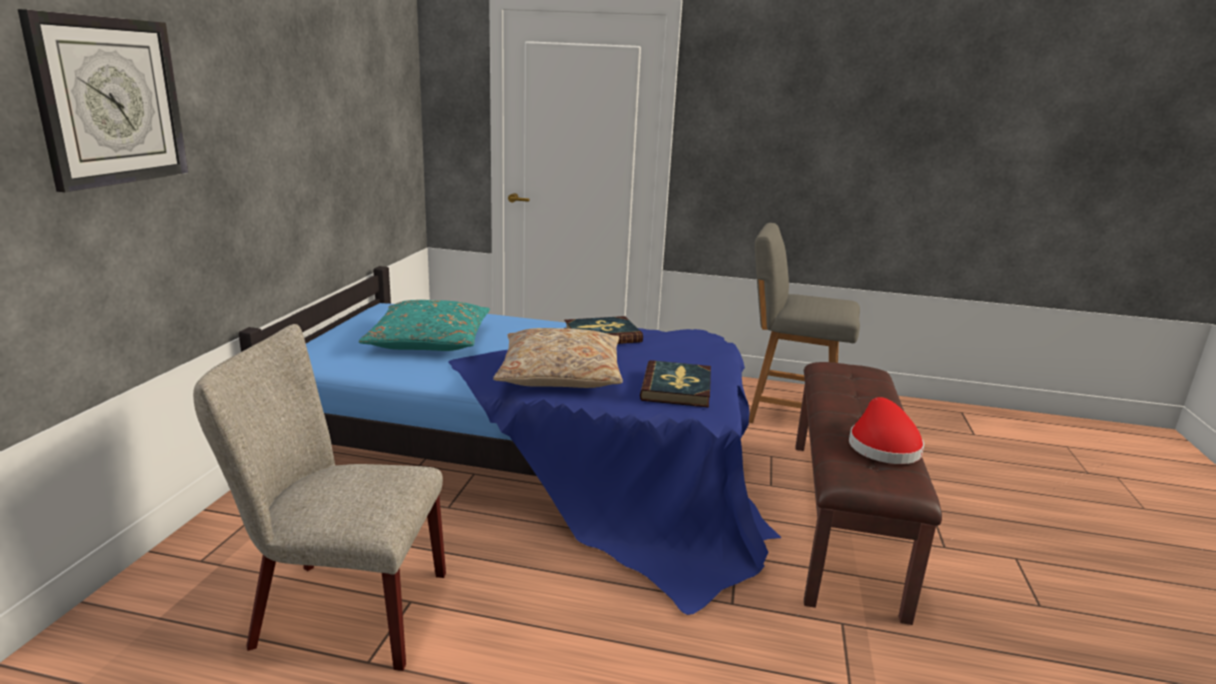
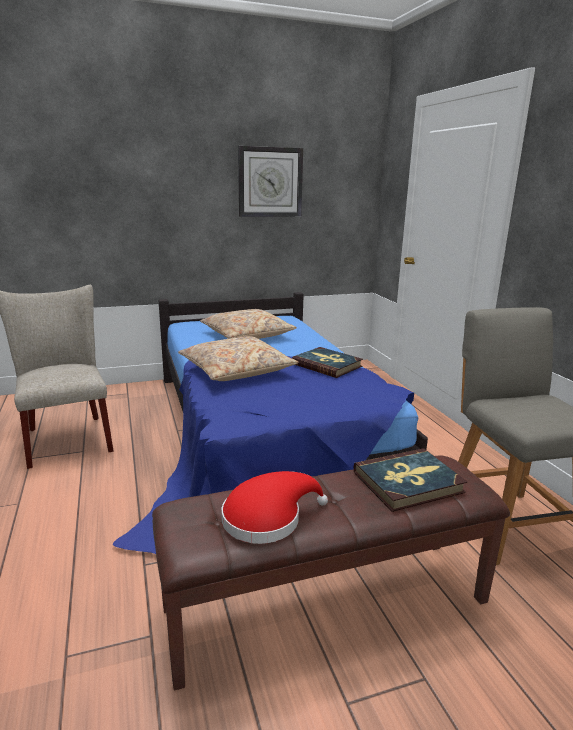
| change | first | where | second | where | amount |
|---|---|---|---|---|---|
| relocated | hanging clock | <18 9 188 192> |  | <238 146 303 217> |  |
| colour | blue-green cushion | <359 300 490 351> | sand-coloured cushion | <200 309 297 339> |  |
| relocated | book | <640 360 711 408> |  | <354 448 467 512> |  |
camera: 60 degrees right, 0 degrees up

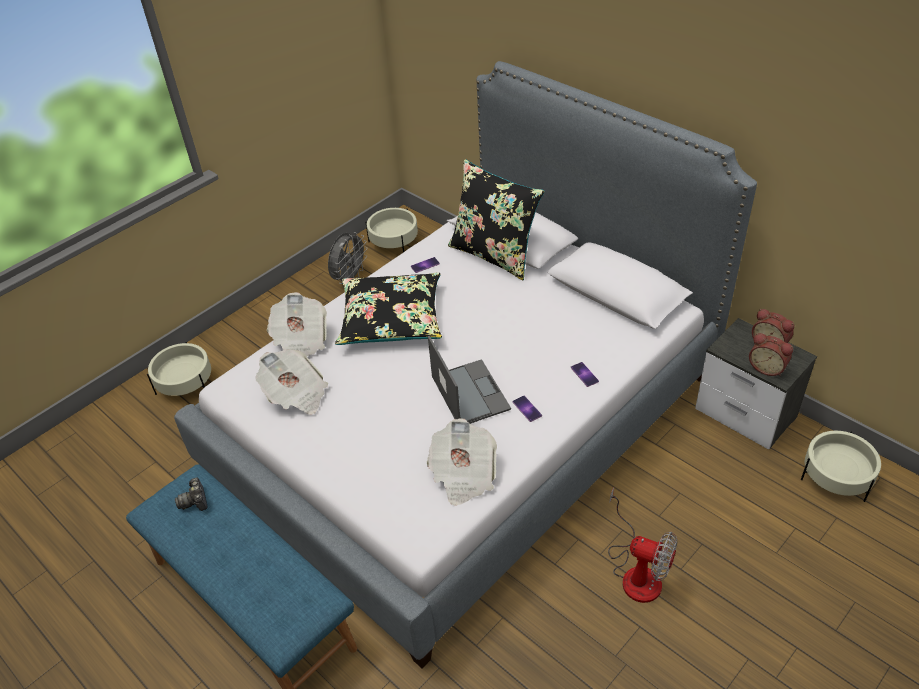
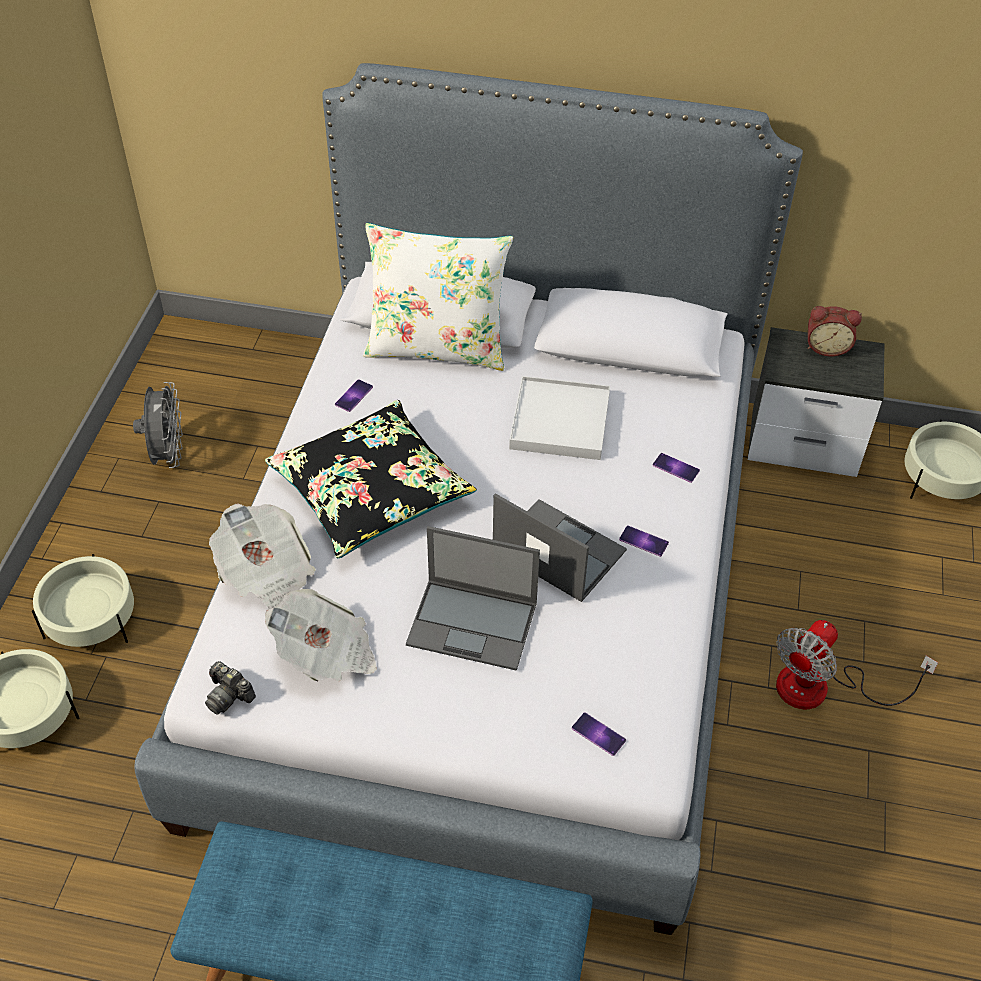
| change | first | where | second | where | amount |
|---|---|---|---|---|---|
| colour | blackish cushion | <448 159 545 280> | white cushion | <363 223 513 371> |  |
| relocated | sand-coloured planter | <365 208 418 252> |  | <32 554 134 647> |  |
| missing | table clock | <749 333 793 376> |  |  |  |
| missing | printed paper | <427 419 497 506> |  |  |  |
| relocated | photo camera | <175 477 207 511> |  | <205 661 256 715> |  |
| spun | cooling fan | <608 487 677 603> |  | <776 620 938 709> | 135 degrees clockwise |
| appeared |  |  | white tray | <509 376 610 460> |  |
| appeared |  |  | laptop | <406 526 540 671> |  |
| appeared |  |  | telephone | <572 712 626 756> |  |
camera: 35 degrees left, 5 degrees up

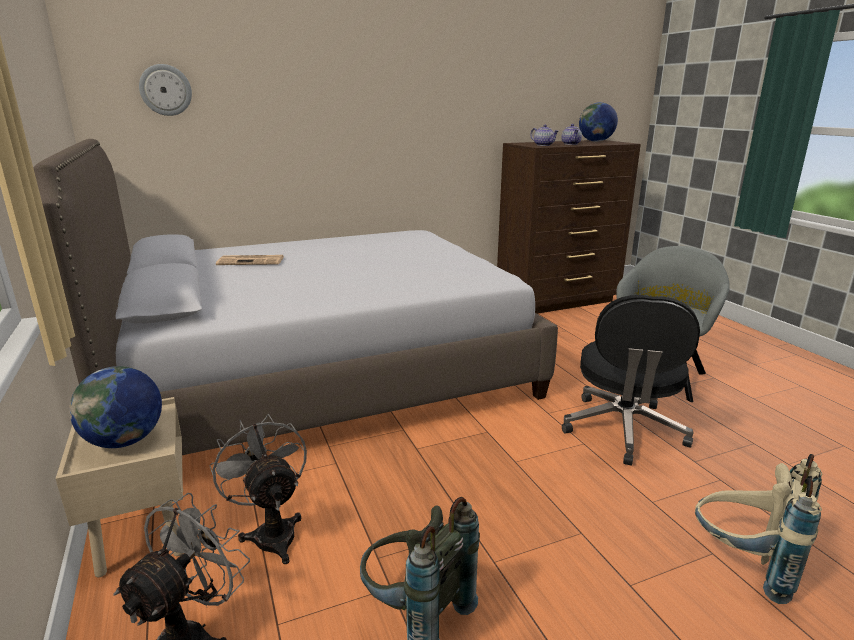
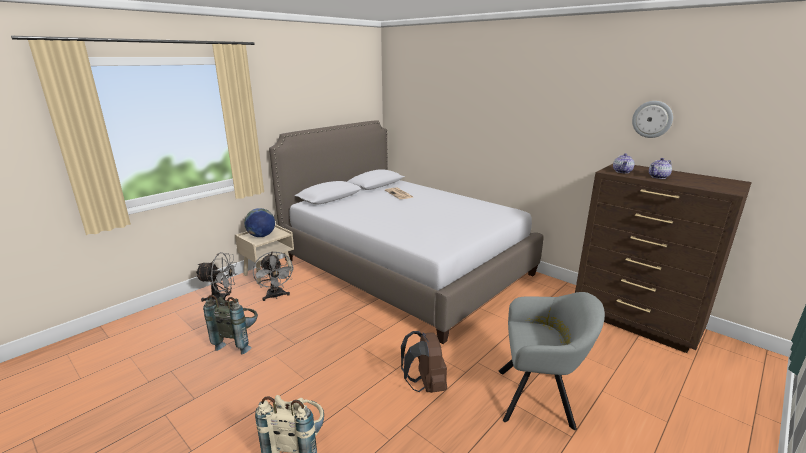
| change | first | where | second | where | amount |
|---|---|---|---|---|---|
| relocated | hanging clock | <139 64 192 116> |  | <632 101 673 138> |  |
| missing | globe | <579 102 618 142> |  |  |  |
| exchanged | blackish computer chair | <562 295 700 466> | brownish backpack | <401 331 447 393> |  |
| spun | gray cooling fan | <209 414 307 564> |  | <253 252 294 301> | 120 degrees clockwise |
camera: 65 degrees right, 0 degrees up

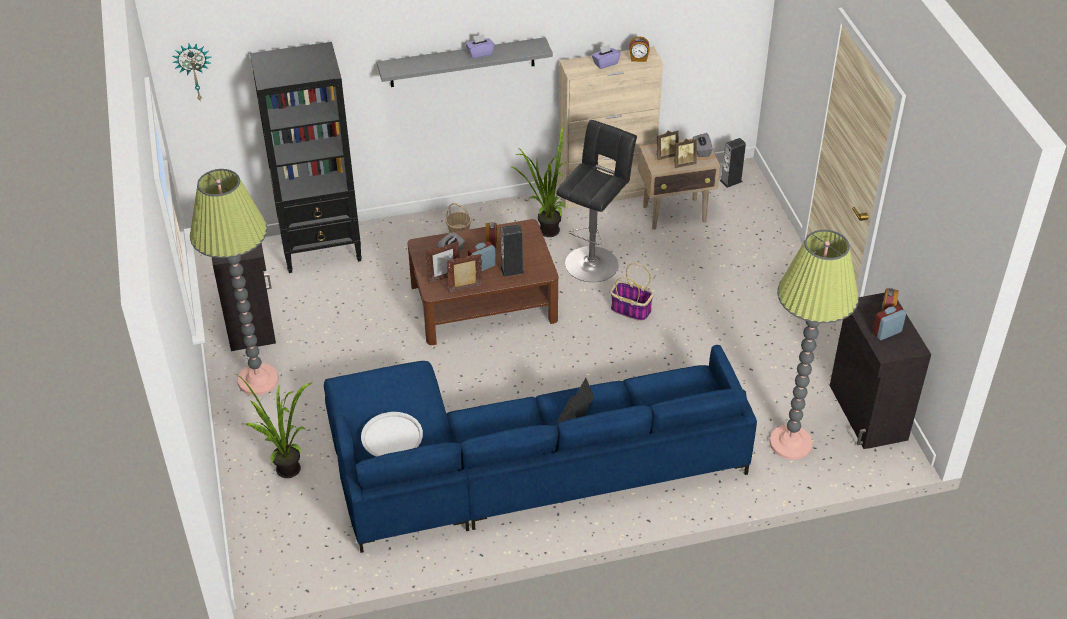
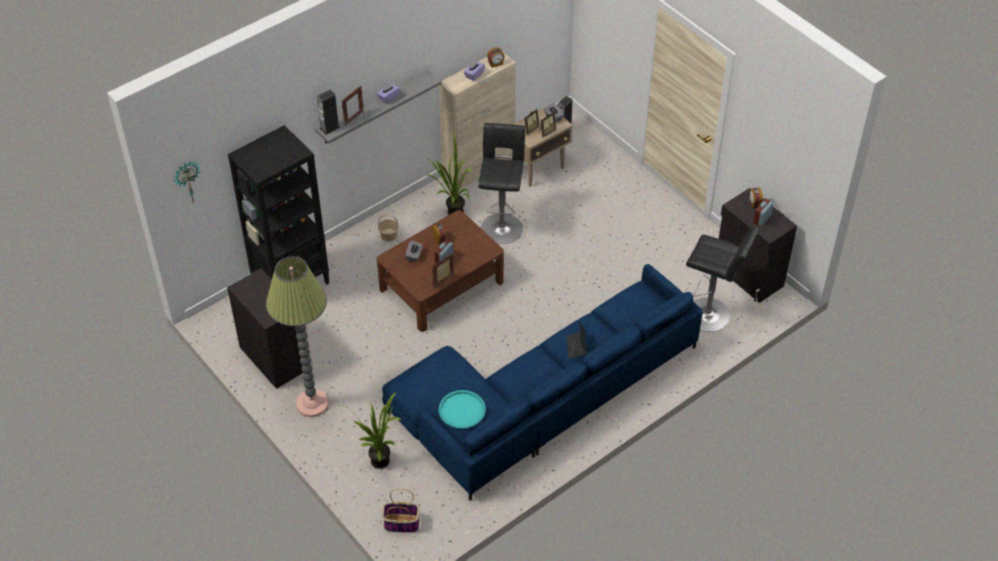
| change | first | where | second | where | amount |
|---|---|---|---|---|---|
| relocated | audio speaker | <500 224 524 277> |  | <317 90 340 135> |  |
| exchanged | standing lamp | <769 230 859 460> | blackish stool | <686 227 760 332> |  |
| relocated | photo frame | <425 241 460 284> |  | <341 86 364 126> |  |
| relocated | storage basket | <611 263 653 321> |  | <382 488 420 533> |  |
| colour | white tray | <361 412 423 457> | blue-green tray | <439 390 486 429> |  |
camera: 25 degrees left, 5 degrees up

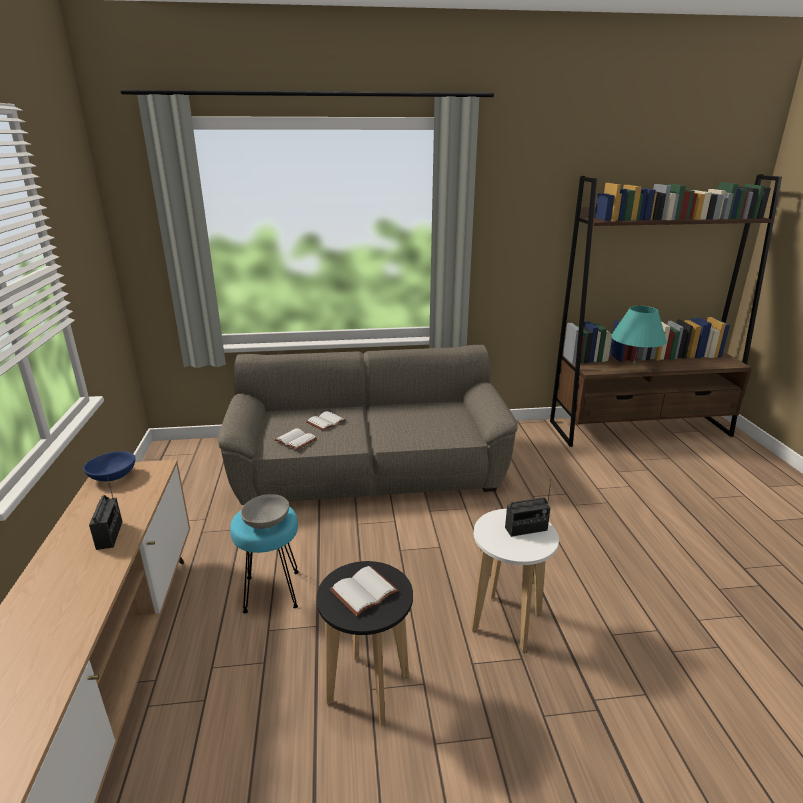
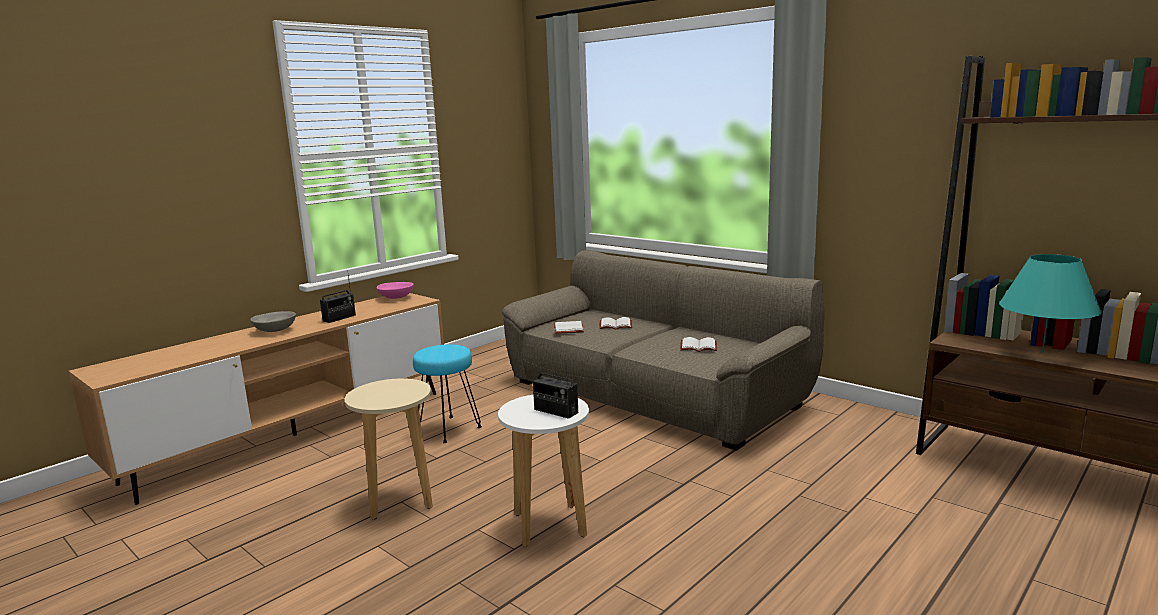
| change | first | where | second | where | amount |
|---|---|---|---|---|---|
| colour | blue deep dish | <83 451 135 481> | pinkish deep dish | <377 282 414 299> |  |
| relocated | gray deep dish | <241 494 289 529> |  | <250 311 296 332> |  |
| colour | blackish stool | <316 561 413 726> | sand-coloured stool | <344 378 433 520> |  |
| relocated | white book | <329 566 399 616> |  | <680 337 717 352> |  |
camera: 50 degrees right, 10 degrees down

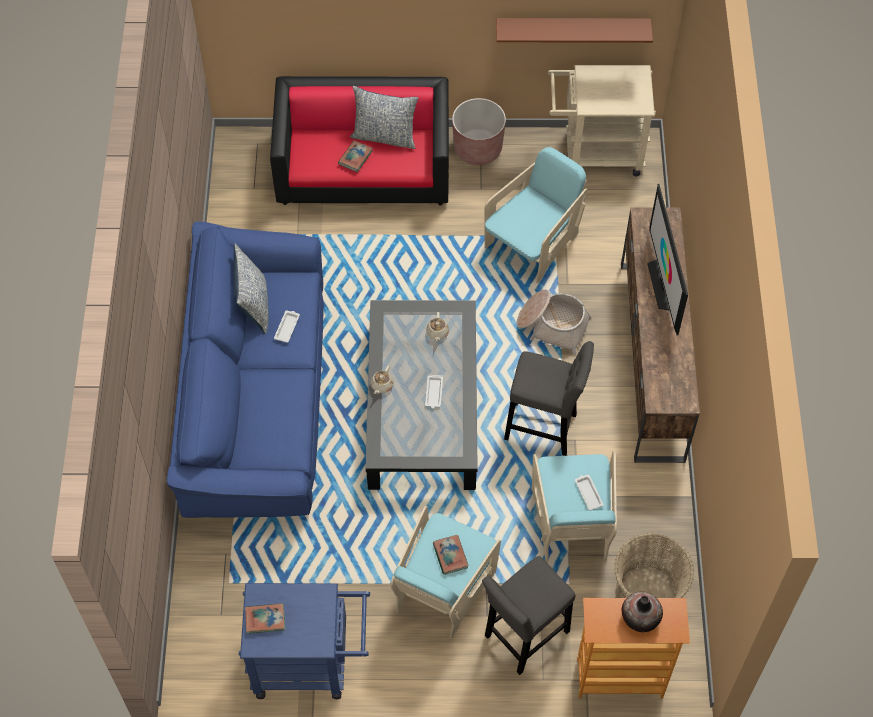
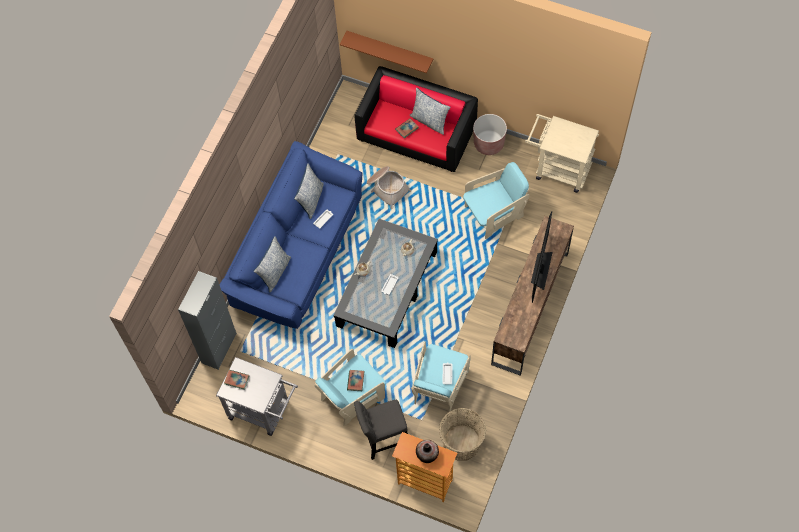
| change | first | where | second | where | amount |
|---|---|---|---|---|---|
| relocated | brownish bracket shelf | <496 18 653 43> |  | <340 31 433 73> |  |
| relocated | storage basket | <517 290 591 355> |  | <367 166 411 209> |  |
| missing | gray stool | <504 341 594 456> |  |  |  |
| colour | blue trolley | <239 583 370 699> | gray trolley | <216 357 298 436> |  |
| appeared |  |  | cushion | <253 236 291 293> |  |
| appeared |  |  | gray cabinet | <178 271 237 370> |  |
camera: 25 degrees right, 5 degrees up

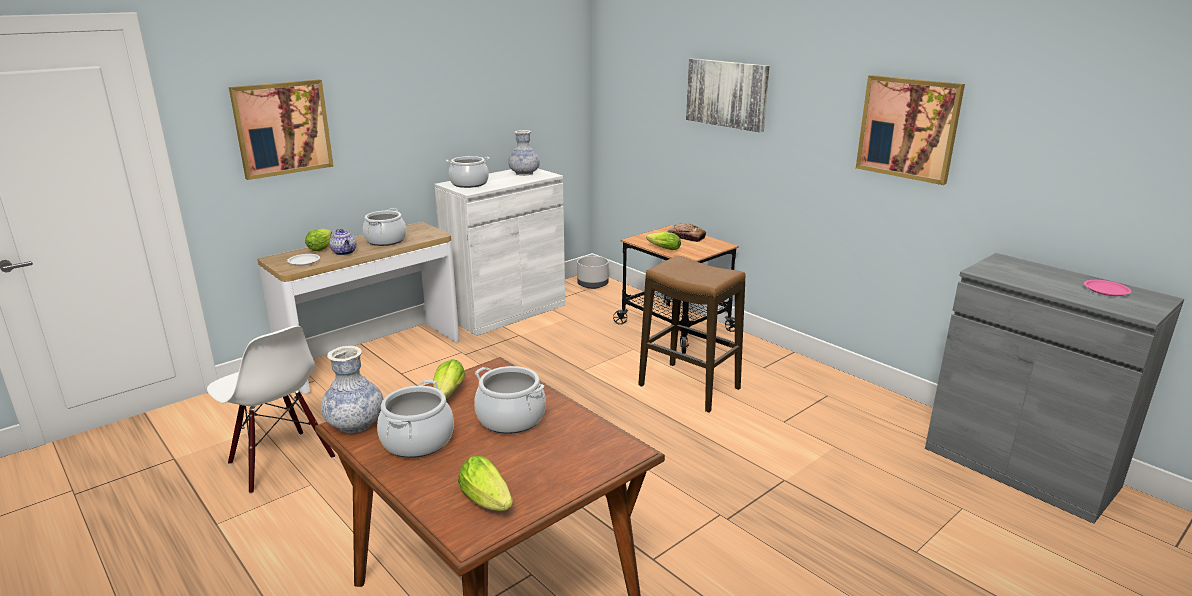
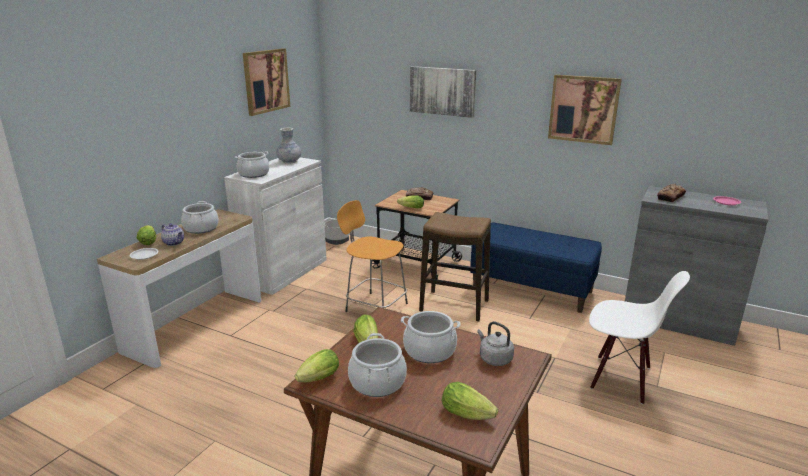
| change | first | where | second | where | amount |
|---|---|---|---|---|---|
| relocated | wall art | <229 80 334 180> |  | <243 48 290 116> |  |
| relocated | white chair | <207 326 335 494> |  | <589 271 690 404> |  |
| exchanged | vase | <321 346 383 433> | lettuce head | <295 349 339 382> |  |
| appeared |  |  | baked bread | <657 184 686 202> |  |
| appeared |  |  | orangey stool | <337 200 408 312> |  |
| appeared |  |  | blue bench | <470 222 602 313> |  |
| appeared |  |  | gray tea kettle | <477 322 514 366> |  |
camera: 20 degrees left, 0 degrees up

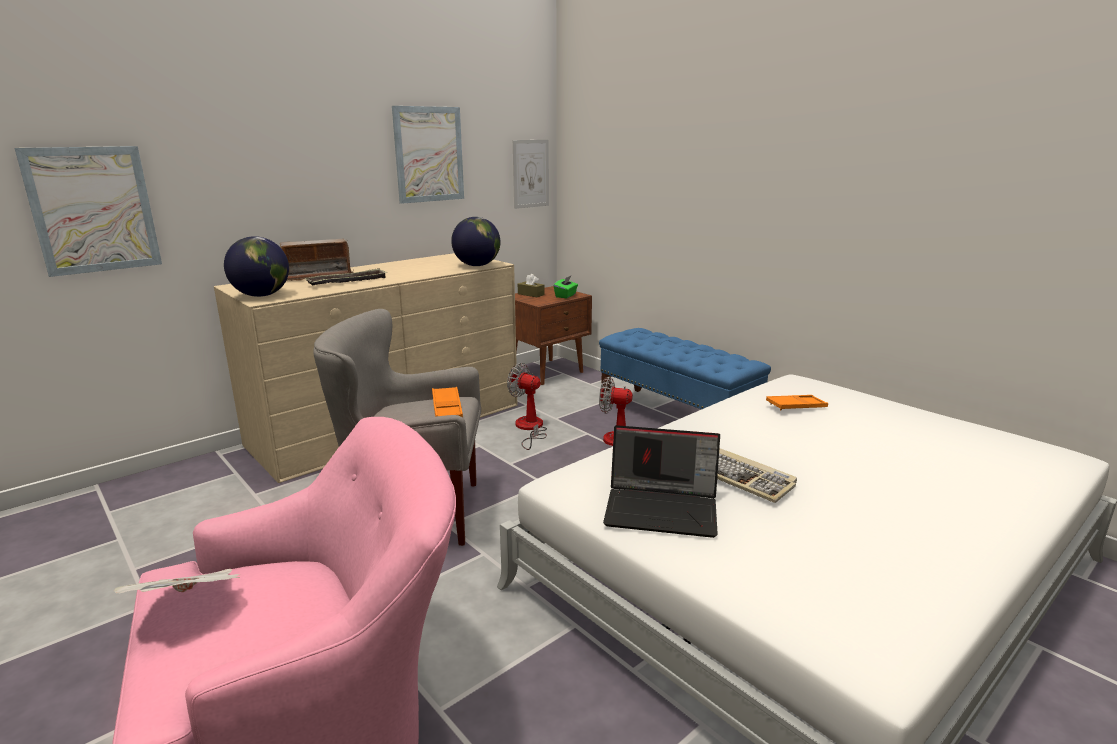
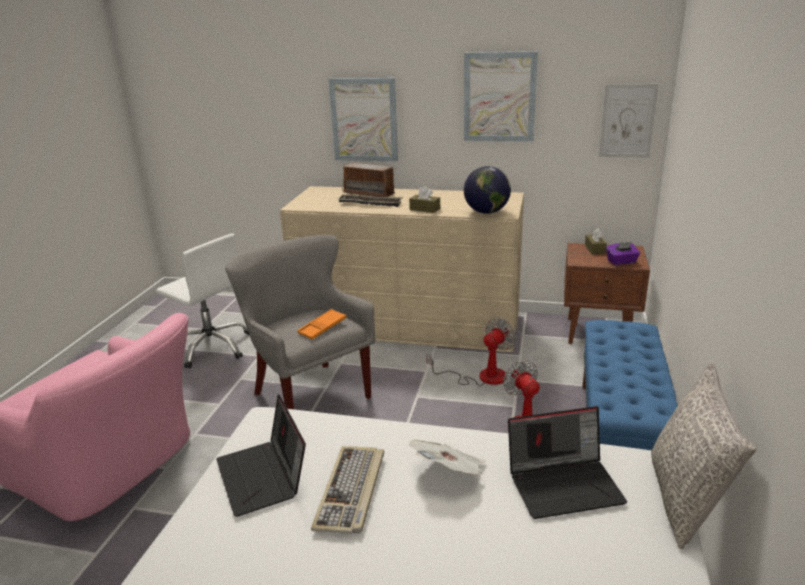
| change | first | where | second | where | amount |
|---|---|---|---|---|---|
| relocated | wall art | <14 146 162 277> |  | <329 78 398 161> |  |
| missing | globe | <224 236 289 297> |  |  |  |
| colour | green box of tissues | <554 276 578 298> | purple box of tissues | <606 242 640 265> |  |
| spun | cooling fan | <507 363 547 450> |  | <426 318 516 386> | 45 degrees clockwise |
| exchanged | orangey tray | <766 395 828 410> | laptop | <508 406 627 519> |  |
| relocated | printed paper | <114 569 240 593> |  | <409 440 486 475> |  |
| appeared |  |  | brownish box of tissues | <409 186 440 213> |  |
| appeared |  |  | white computer chair | <156 233 249 368> |  |
| appeared |  |  | gray cushion | <651 363 757 549> |  |
camera: 55 degrees right, 5 degrees up

